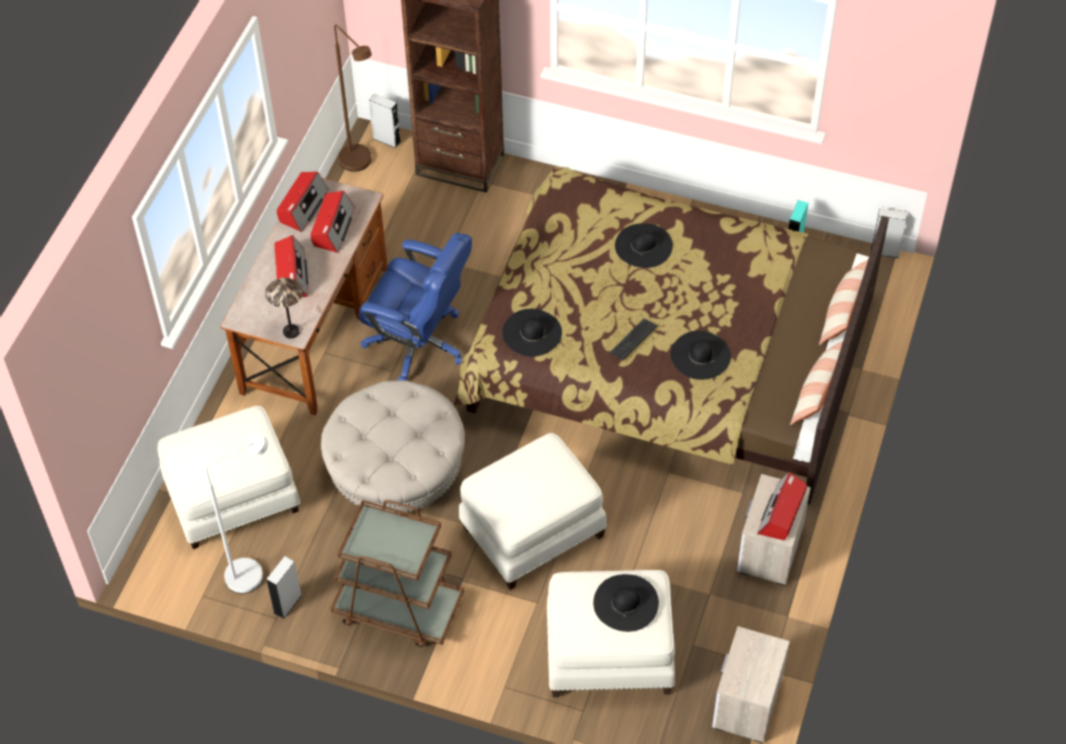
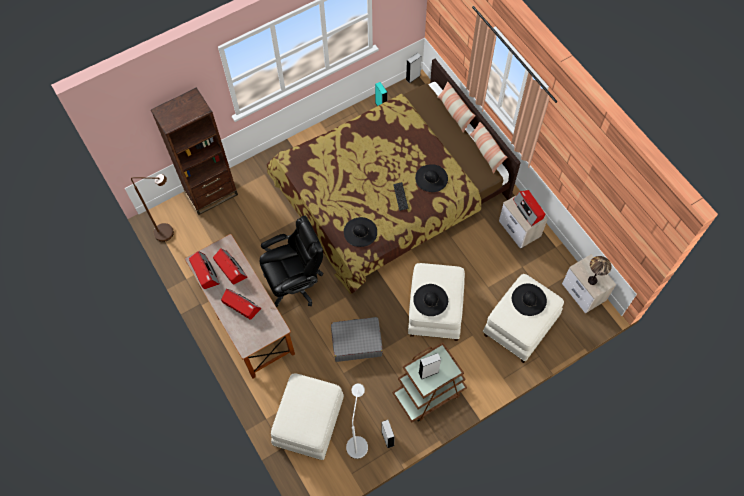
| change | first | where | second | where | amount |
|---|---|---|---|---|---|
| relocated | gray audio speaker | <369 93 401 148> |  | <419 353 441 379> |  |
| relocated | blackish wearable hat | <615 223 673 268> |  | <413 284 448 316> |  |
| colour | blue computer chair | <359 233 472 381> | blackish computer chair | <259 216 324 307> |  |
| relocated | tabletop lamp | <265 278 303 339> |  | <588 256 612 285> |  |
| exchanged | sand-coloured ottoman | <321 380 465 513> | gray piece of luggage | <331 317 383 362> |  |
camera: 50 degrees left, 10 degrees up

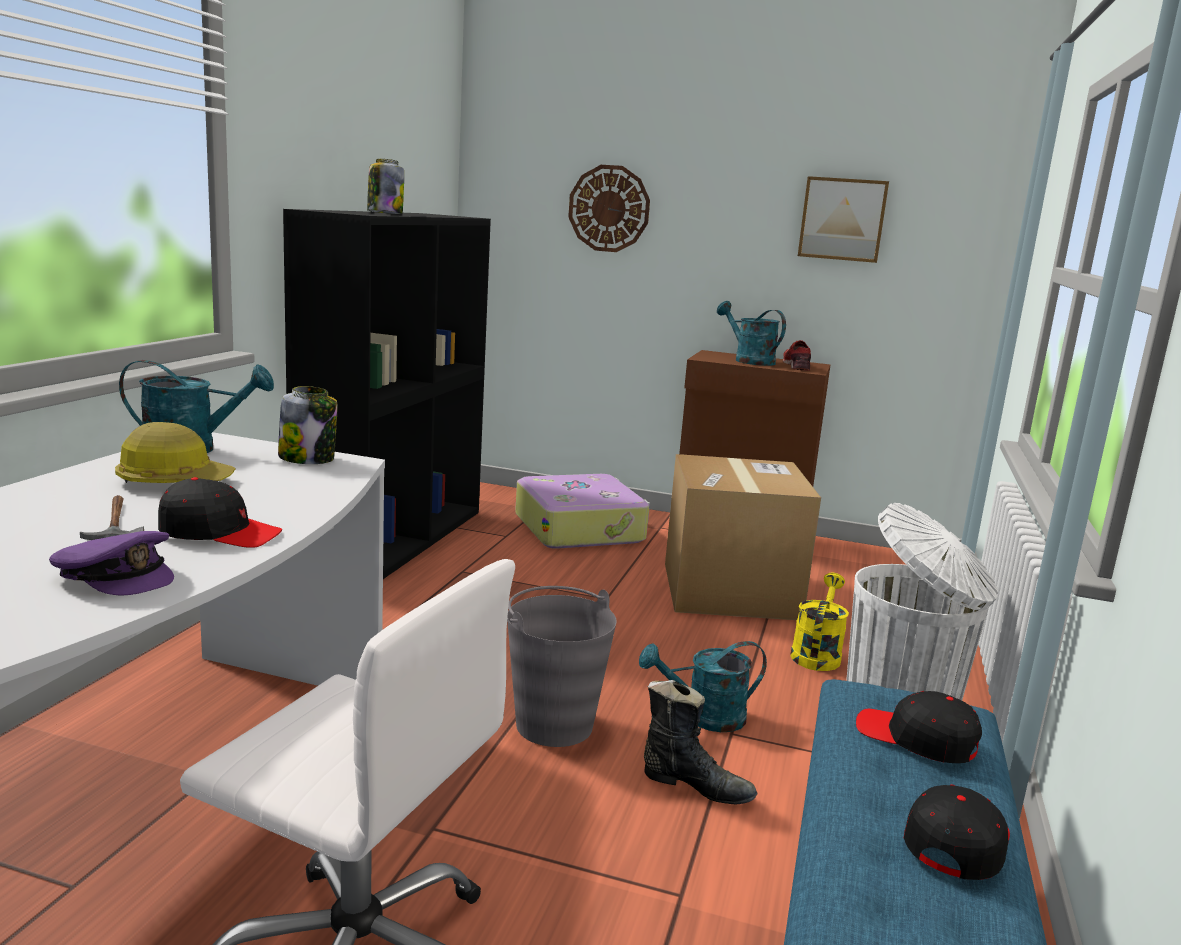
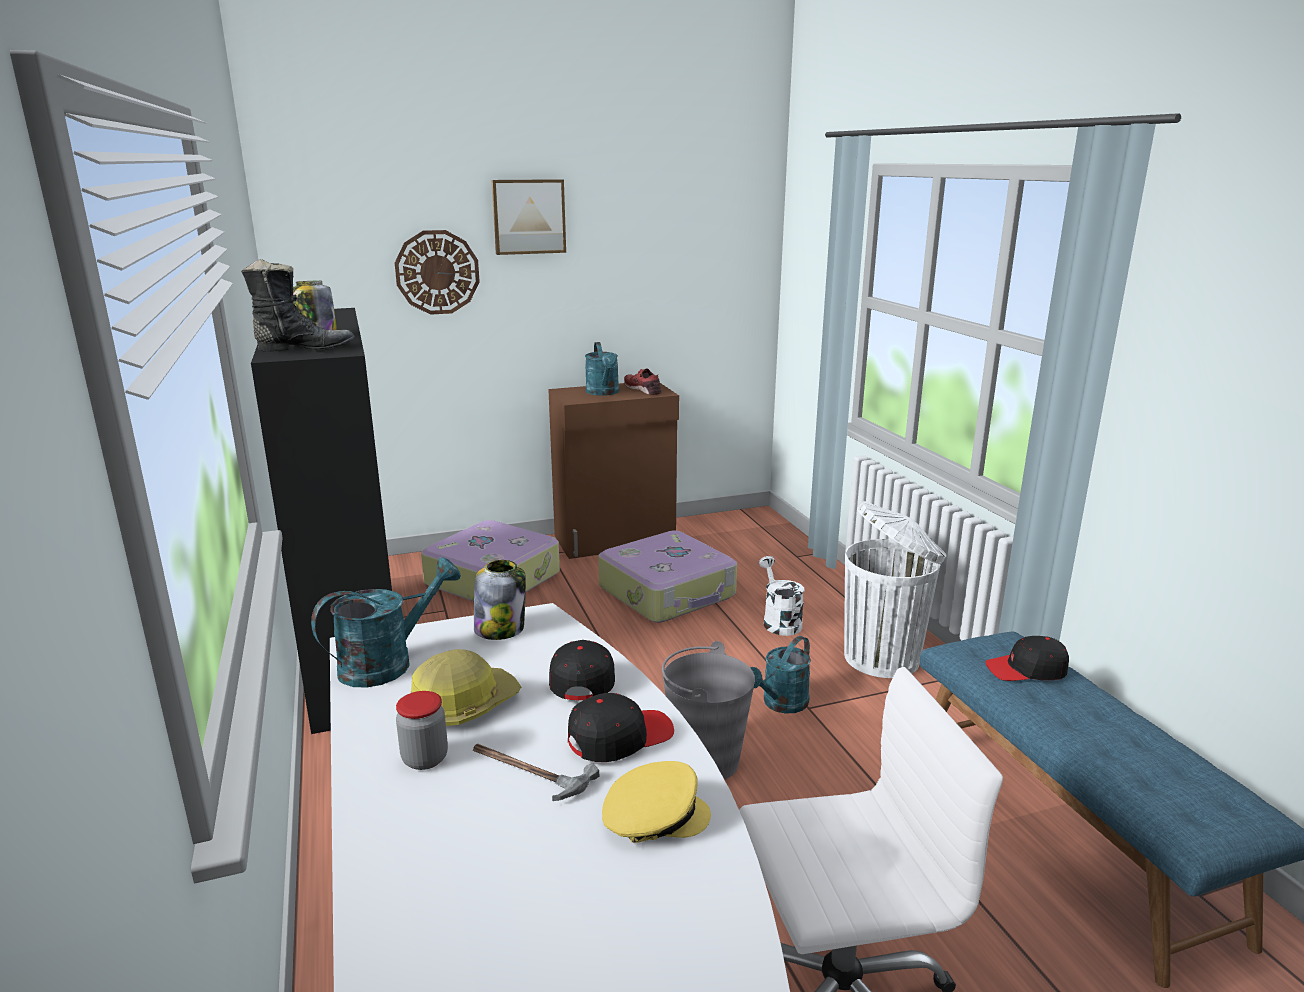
| change | first | where | second | where | amount |
|---|---|---|---|---|---|
| relocated | wall art | <798 176 889 263> |  | <491 179 566 255> |  |
| spun | blue-green watering pot | <717 301 786 366> |  | <585 342 619 396> | 120 degrees counterclockwise |
| exchanged | packing box | <665 454 821 620> | piece of luggage | <598 531 737 623> |  |
| colour | purple baseball cap | <49 531 174 596> | yellow baseball cap | <602 761 711 843> |  |
| colour | yellow watering pot | <790 573 849 671> | white watering pot | <759 556 805 636> |  |
| relocated | blackish boot | <644 680 757 804> |  | <241 259 355 352> |  |
| relocated | blackish baseball cap | <904 785 1010 880> |  | <549 640 615 700> |  |
| appeared |  |  | storage jar | <396 691 448 770> |  |
camera: 35 degrees left, 5 degrees up

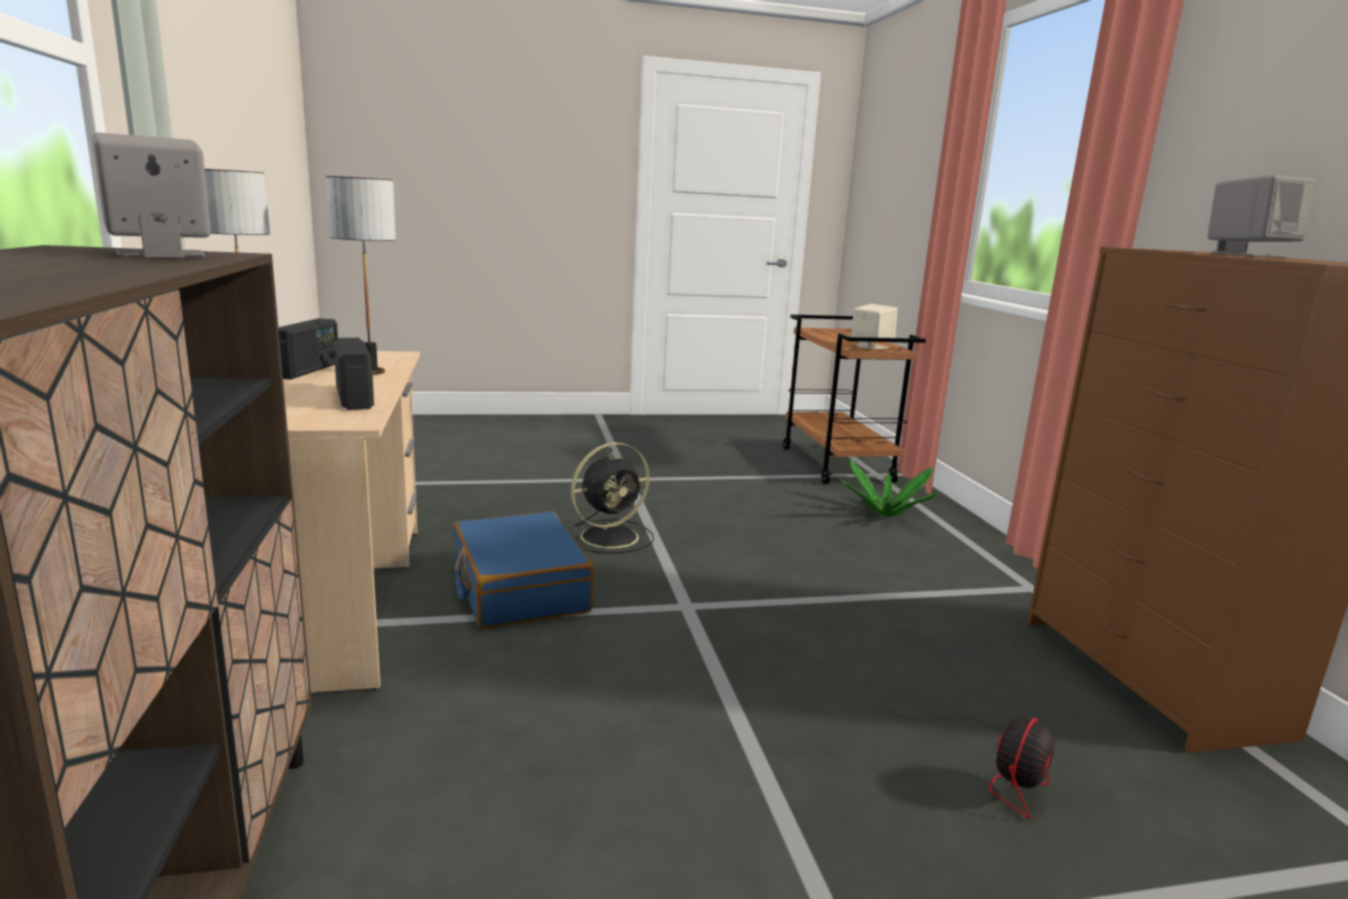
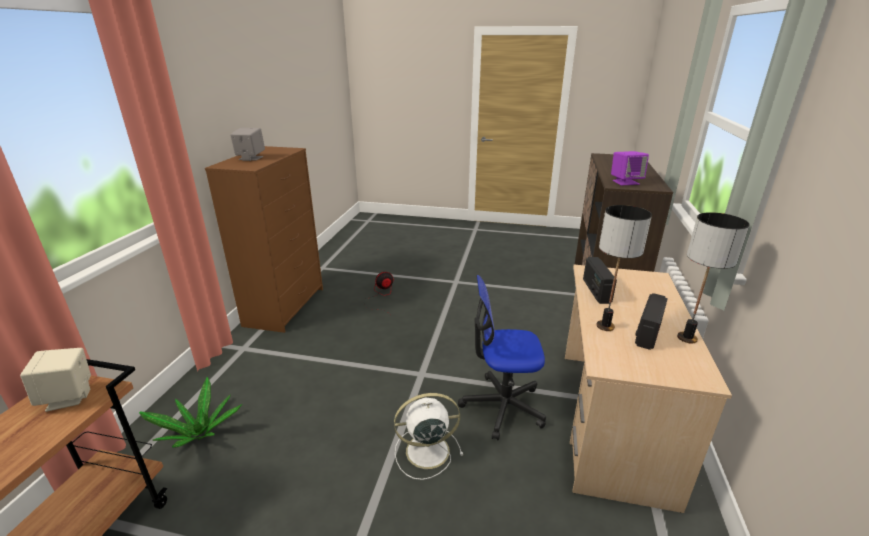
| change | first | where | second | where | amount |
|---|---|---|---|---|---|
| colour | gray audio speaker | <92 133 211 258> | purple audio speaker | <611 151 649 186> |  |
| colour | blackish cooling fan | <571 442 654 554> | white cooling fan | <394 393 463 480> |  |
| exchanged | blue piece of luggage | <453 511 594 629> | computer chair | <458 275 546 440> |  |
camera: 155 degrees left, 10 degrees up

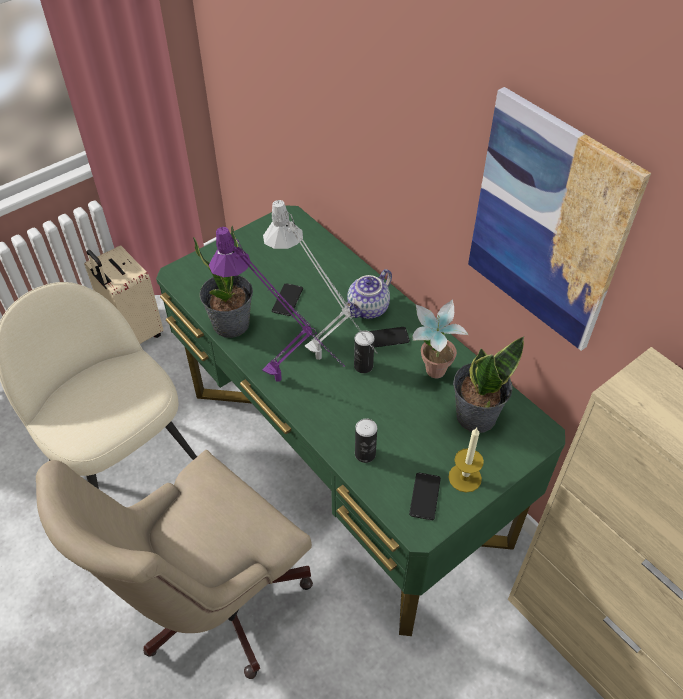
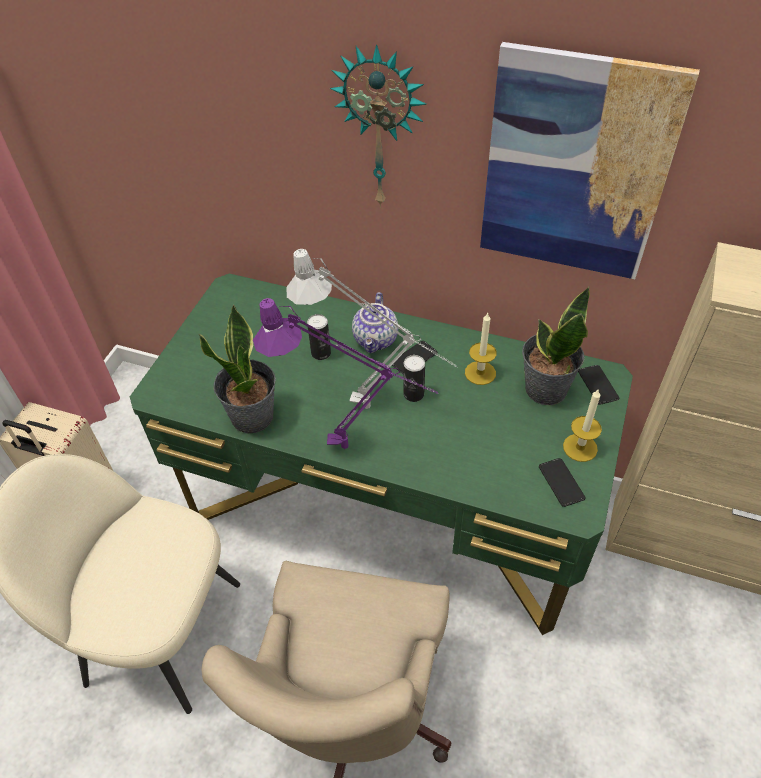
| change | first | where | second | where | amount |
|---|---|---|---|---|---|
| relocated | telephone | <272 283 303 316> |  | <578 365 619 405> |  |
| exchanged | potted plant | <412 299 468 378> | wax candle | <465 312 497 385> |  |
| relocated | can | <355 418 377 463> |  | <307 314 331 360> |  |
| appeared |  |  | hanging clock | <330 44 427 208> |  |
camera: 30 degrees left, 0 degrees up

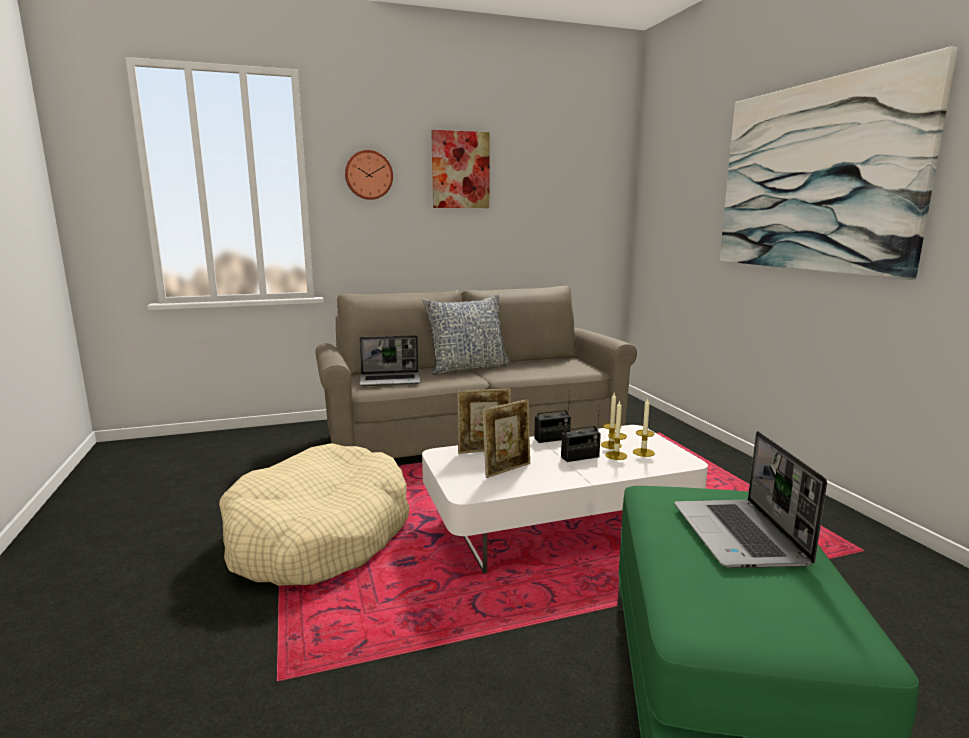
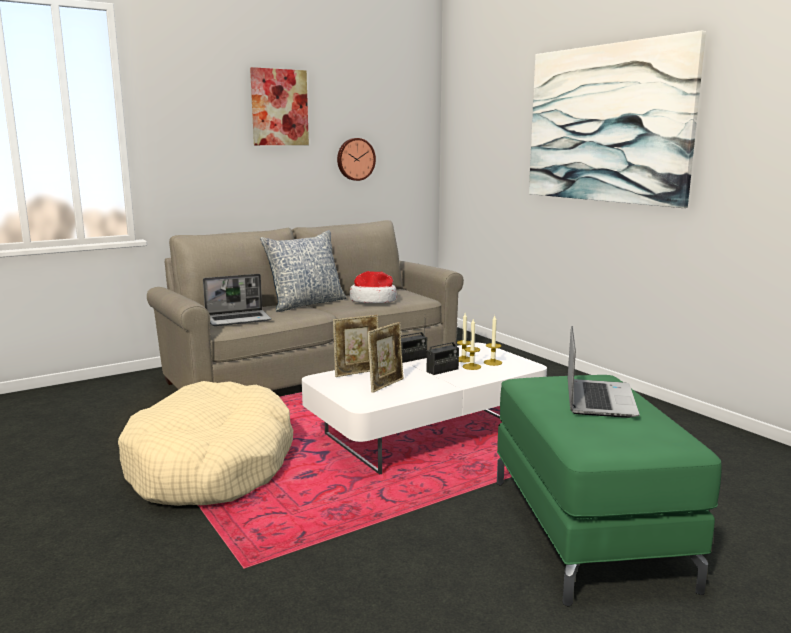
| change | first | where | second | where | amount |
|---|---|---|---|---|---|
| relocated | hanging clock | <345 150 393 200> |  | <337 138 376 181> |  |
| spun | laptop | <674 431 827 568> |  | <568 326 639 418> | 150 degrees counterclockwise |
| appeared |  |  | wearable hat | <350 271 397 303> |  |
camera: 15 degrees left, 0 degrees up

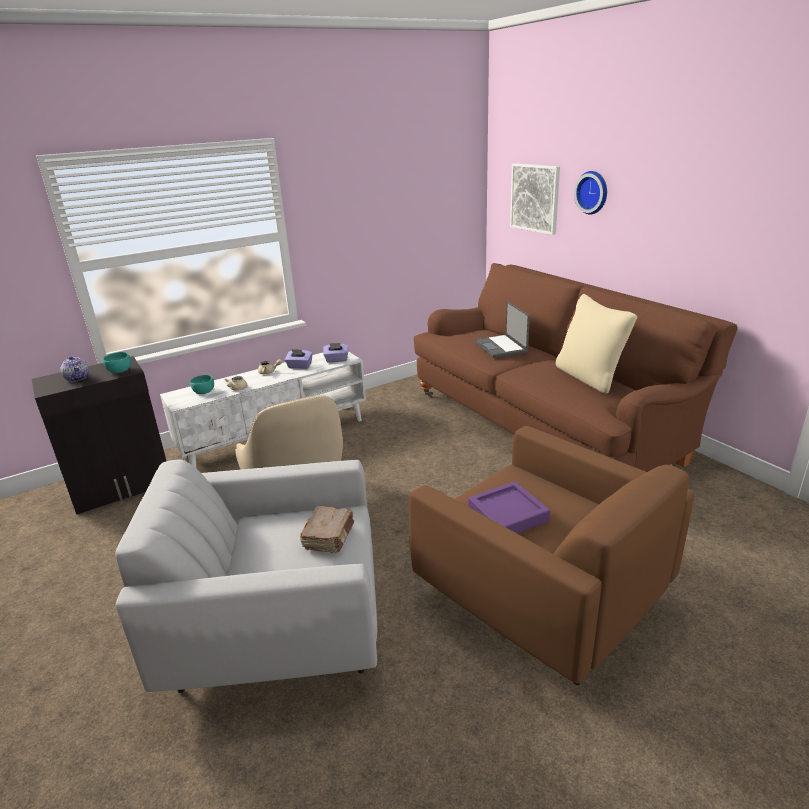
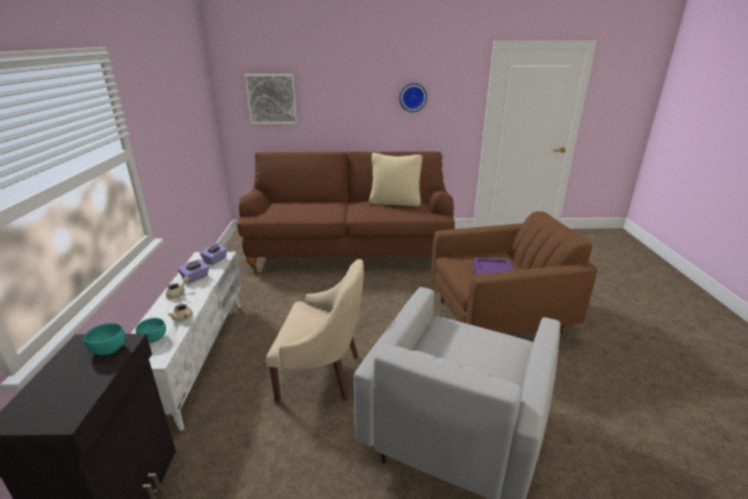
| change | first | where | second | where | amount |
|---|---|---|---|---|---|
| relocated | hanging clock | <574 171 607 214> |  | <399 83 427 112> |  |
| missing | laptop | <474 302 530 358> |  |  |  |
| missing | tea pot | <60 356 89 382> |  |  |  |
| missing | brownish book | <300 506 354 553> |  |  |  |
camera: 60 degrees left, 0 degrees up

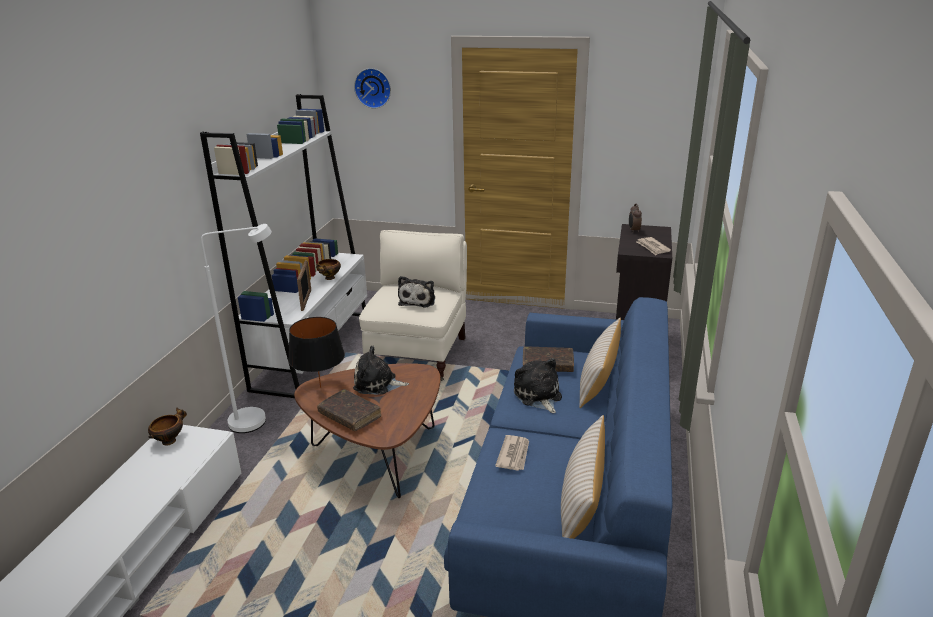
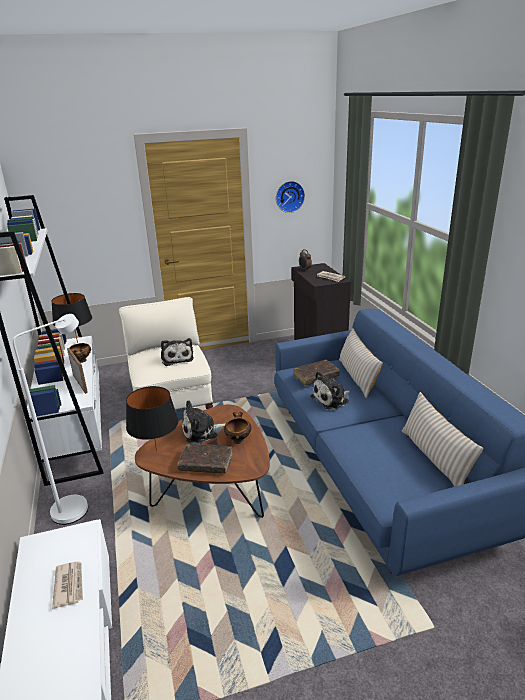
| change | first | where | second | where | amount |
|---|---|---|---|---|---|
| relocated | hanging clock | <354 68 391 109> |  | <276 181 305 213> |  |
| spun | soft toy | <514 358 562 413> |  | <311 371 350 409> | 75 degrees counterclockwise |
| relocated | deep dish | <148 408 187 446> |  | <224 412 251 444> |  |
| relocated | printed paper | <495 435 529 471> |  | <52 561 83 609> |  |
| appeared |  |  | blackish tabletop lamp | <51 293 92 343> |  |
camera: 30 degrees left, 0 degrees up

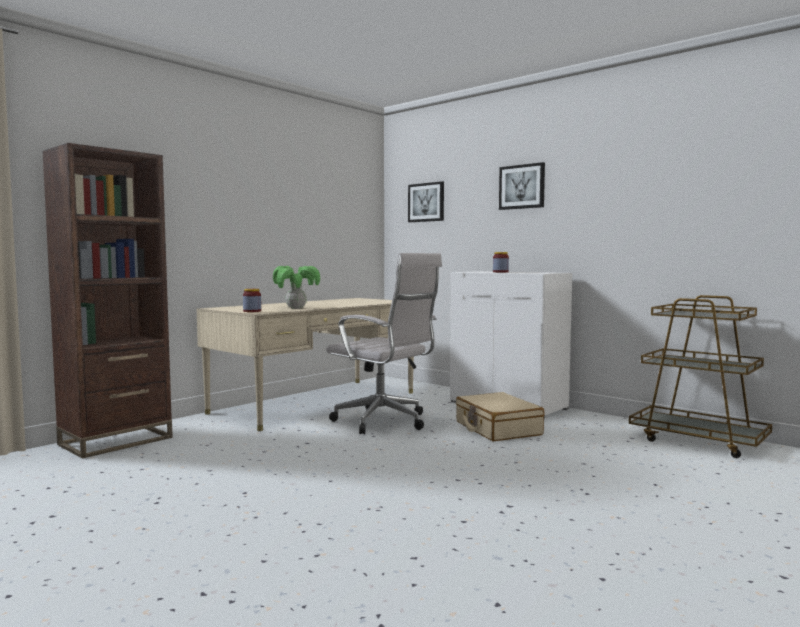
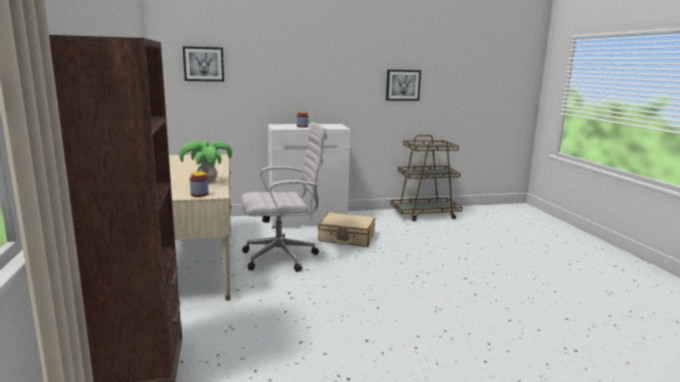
| change | first | where | second | where | amount |
|---|---|---|---|---|---|
| relocated | wall art | <499 162 545 210> |  | <386 69 421 101> |  |
camera: 55 degrees left, 10 degrees up

